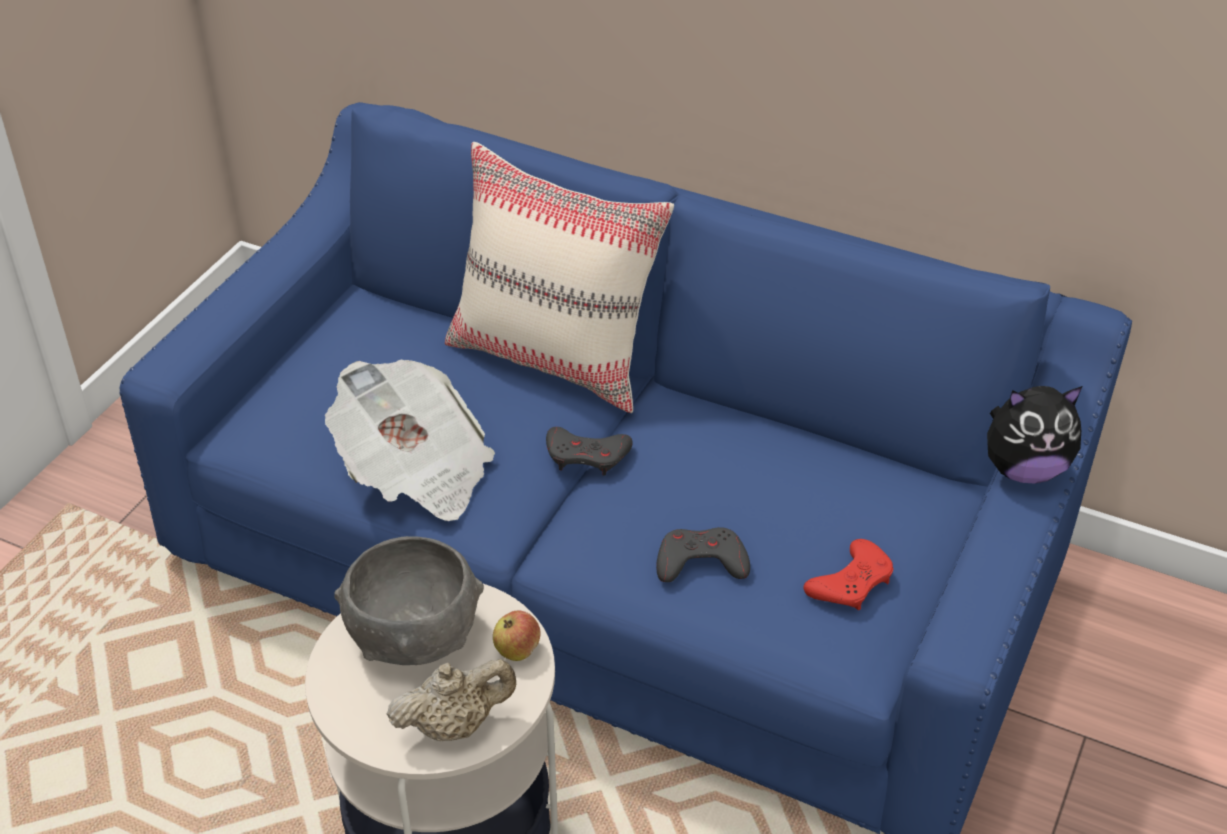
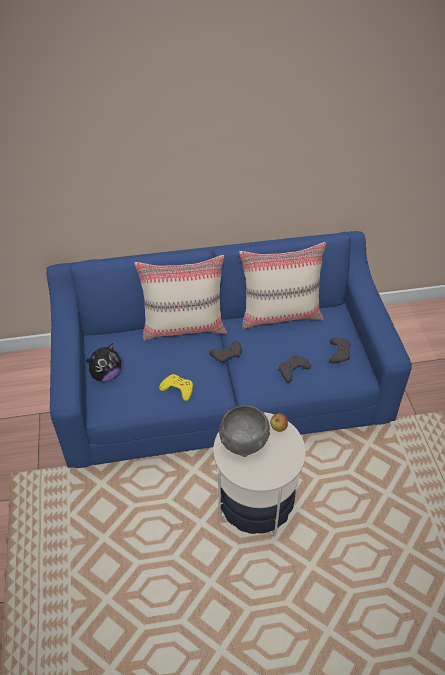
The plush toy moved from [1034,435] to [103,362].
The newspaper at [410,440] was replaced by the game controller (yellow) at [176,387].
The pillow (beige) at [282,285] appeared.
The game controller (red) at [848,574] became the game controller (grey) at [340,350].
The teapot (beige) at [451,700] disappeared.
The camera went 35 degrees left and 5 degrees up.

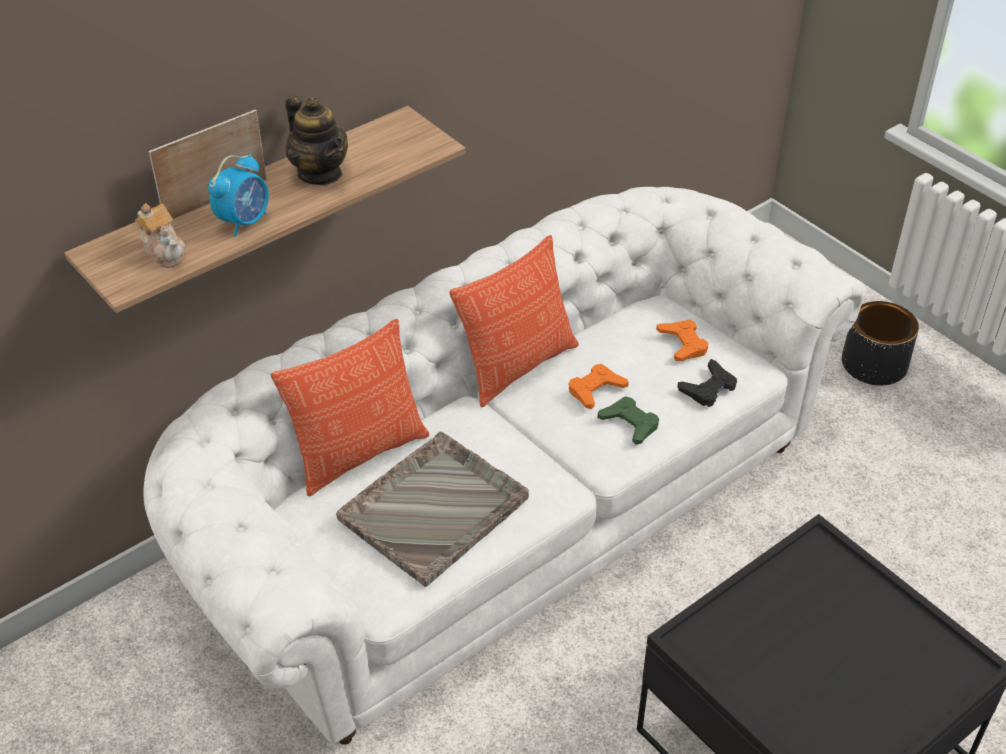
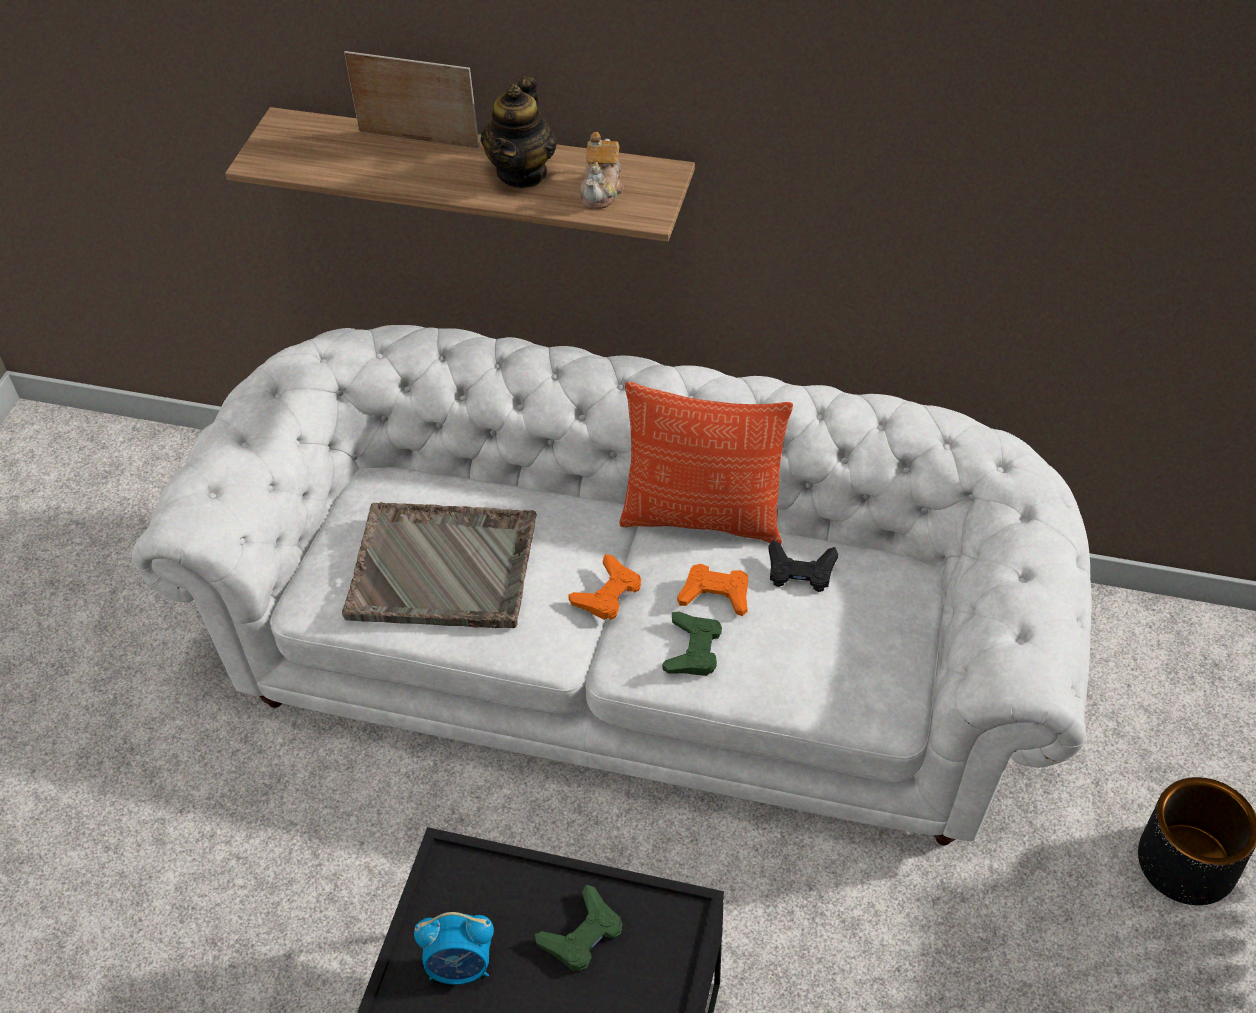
The alarm clock moved from [238,195] to [454,948].
The game controller (green) at [579,928] appeared.
The game controller (orange) moved from [682,341] to [604,587].
The teapot moved from [160,235] to [602,170].
The game controller (black) moved from [707,383] to [803,566].
The pillow (orange) at [350,407] disappeared.
The camera went 55 degrees right and 5 degrees up.

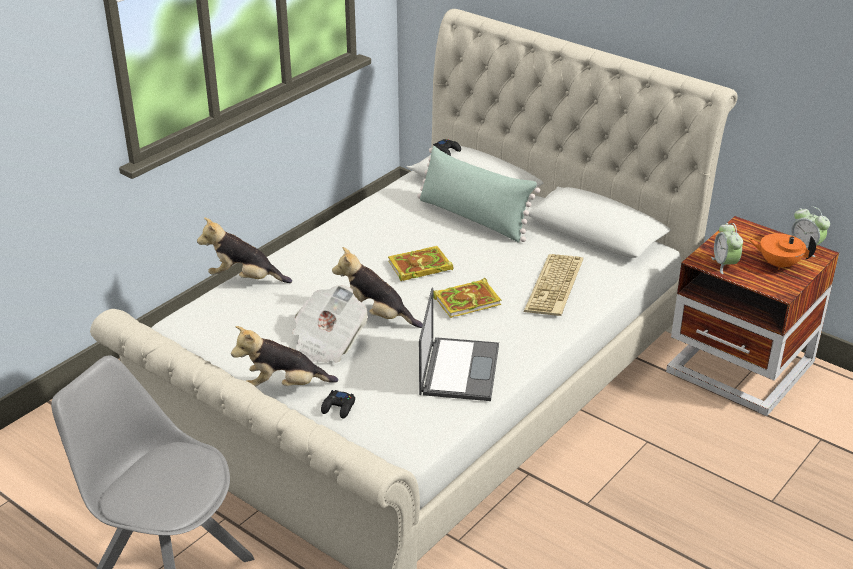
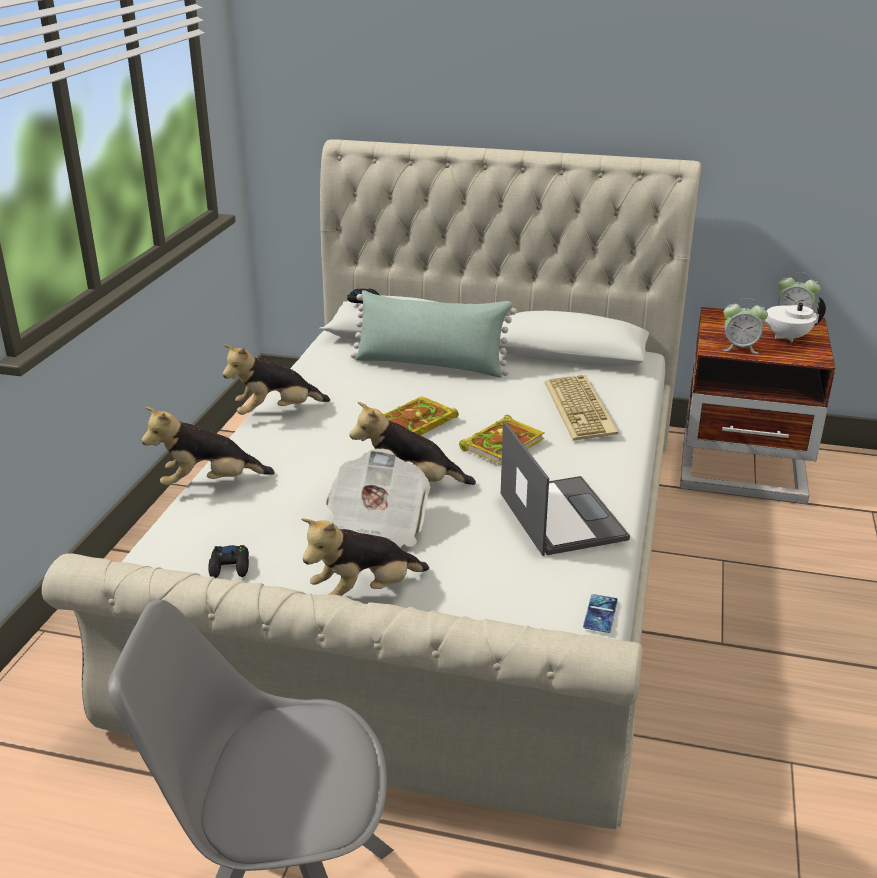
The game controller (black) moved from [338,404] to [228,561].
The plush toy at [276,380] appeared.
The phone at [600,613] appeared.
The alarm clock at [727,248] turned 45 degrees counterclockwise.
The teapot (orange) at [782,251] became the teapot (white) at [793,319].
The camera went 25 degrees left and 5 degrees down.

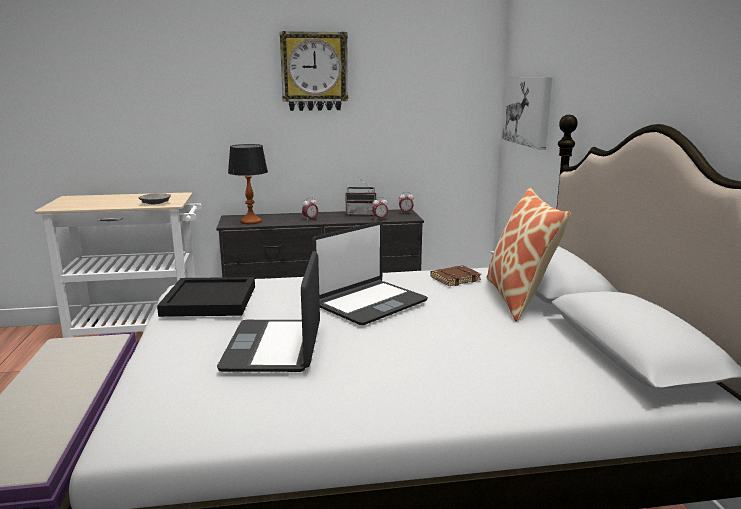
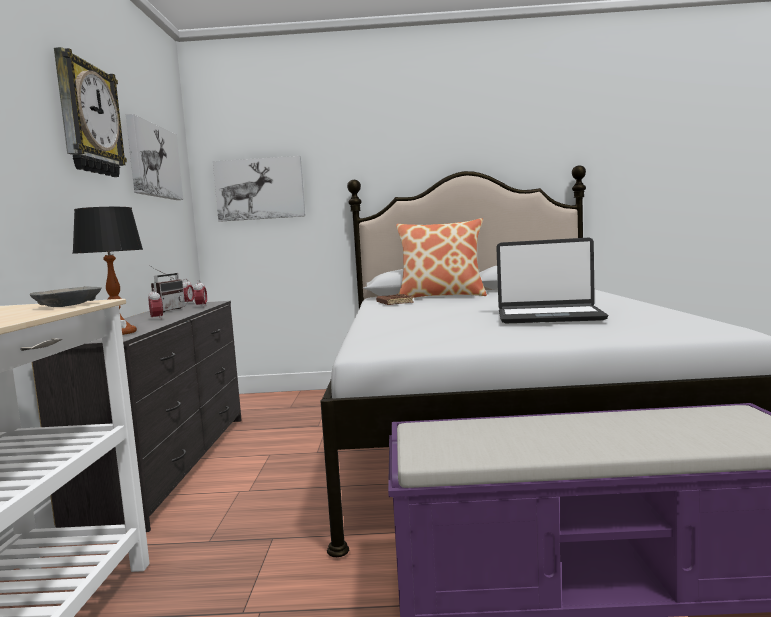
The picture at [154,157] appeared.
The tray (black) at [206,297] disappeared.
The laptop at [370,273] disappeared.
The camera went 80 degrees left and 10 degrees down.

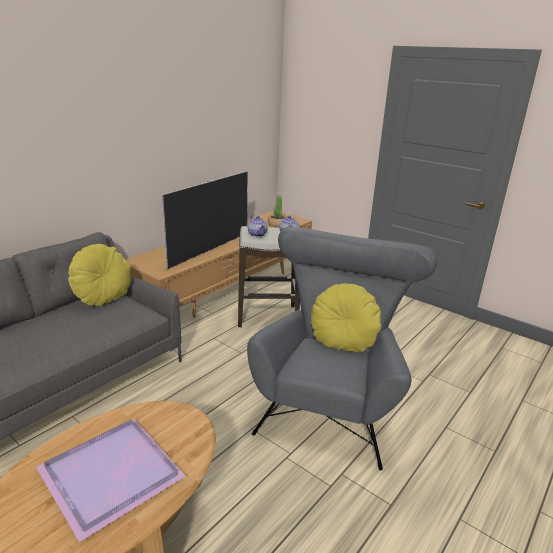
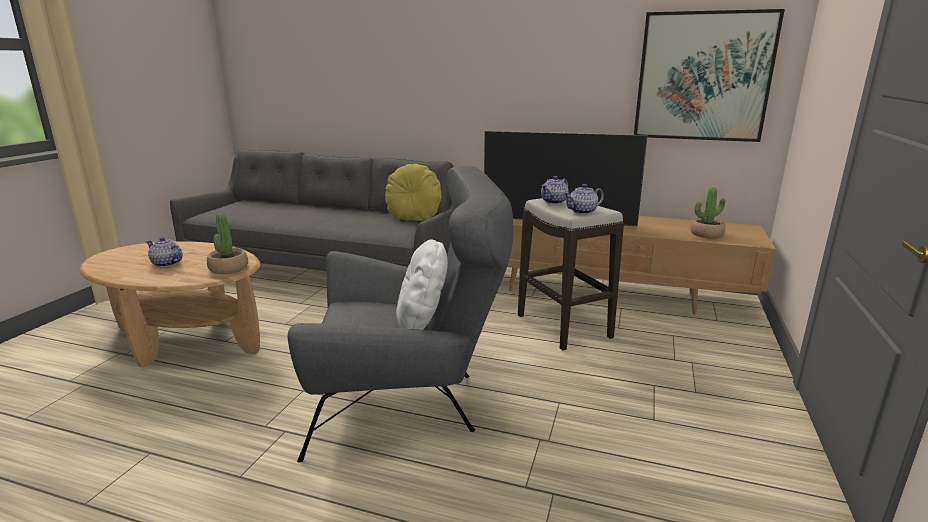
The tray (purple) at [111,480] was replaced by the teapot at [164,252].
The potted plant at [227,243] appeared.
The pillow (yellow) at [346,317] became the pillow (white) at [422,284].
The picture at [709,75] appeared.
The camera went 70 degrees right and 5 degrees down.

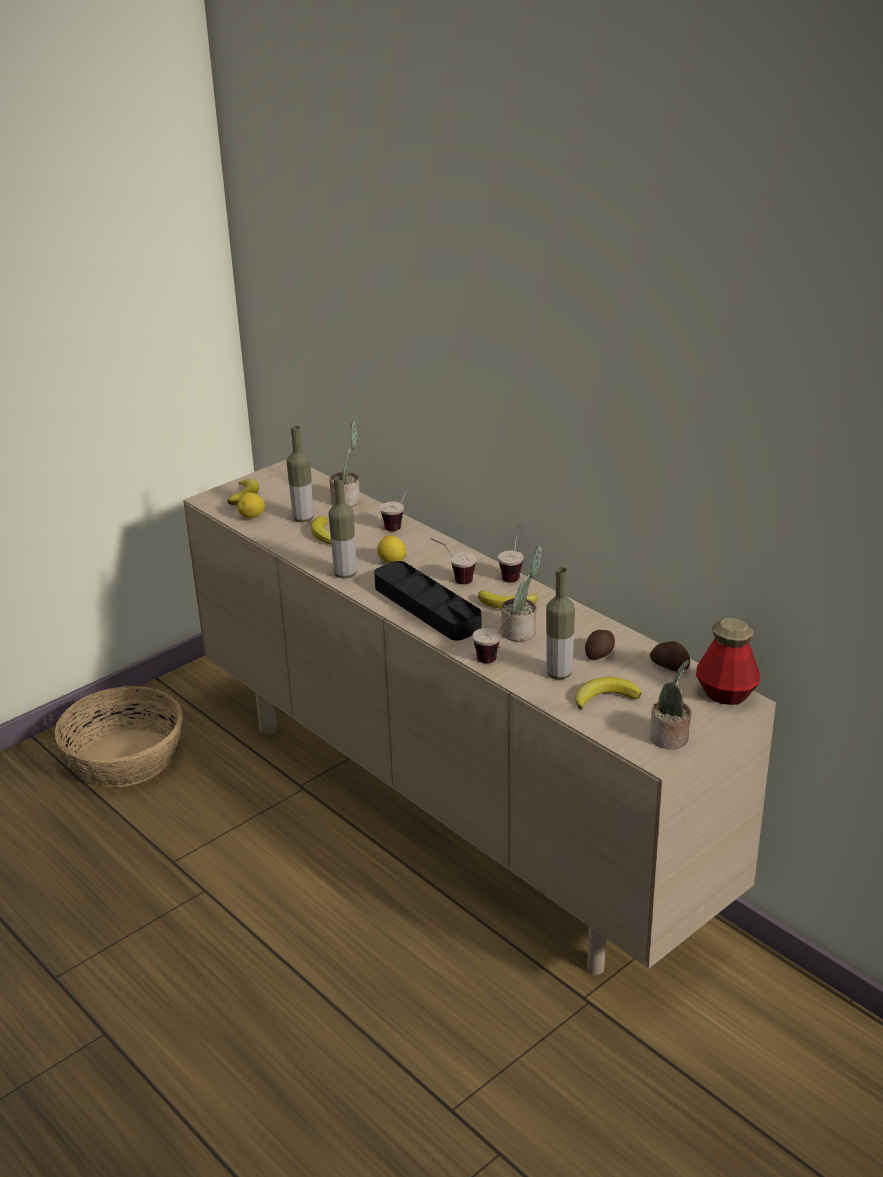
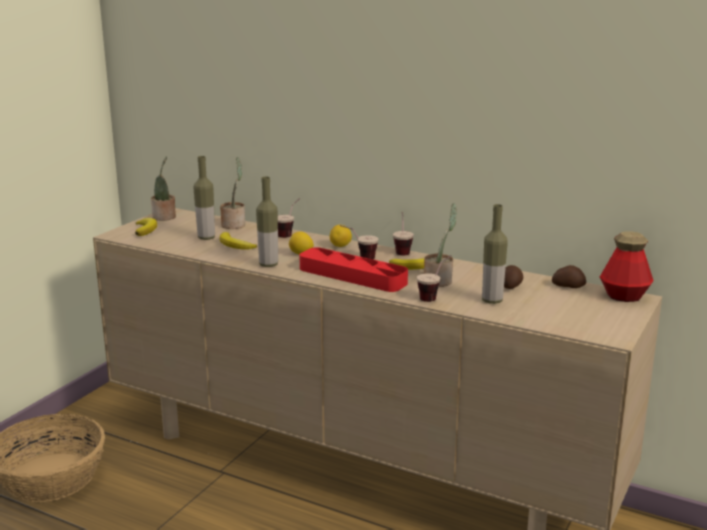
The potted plant moved from [671,704] to [163,189].
The tray (black) at [428,600] became the tray (red) at [353,269].
The lemon moved from [251,505] to [341,236].
The banana at [608,693] disappeared.
The camera went 20 degrees left and 10 degrees down.

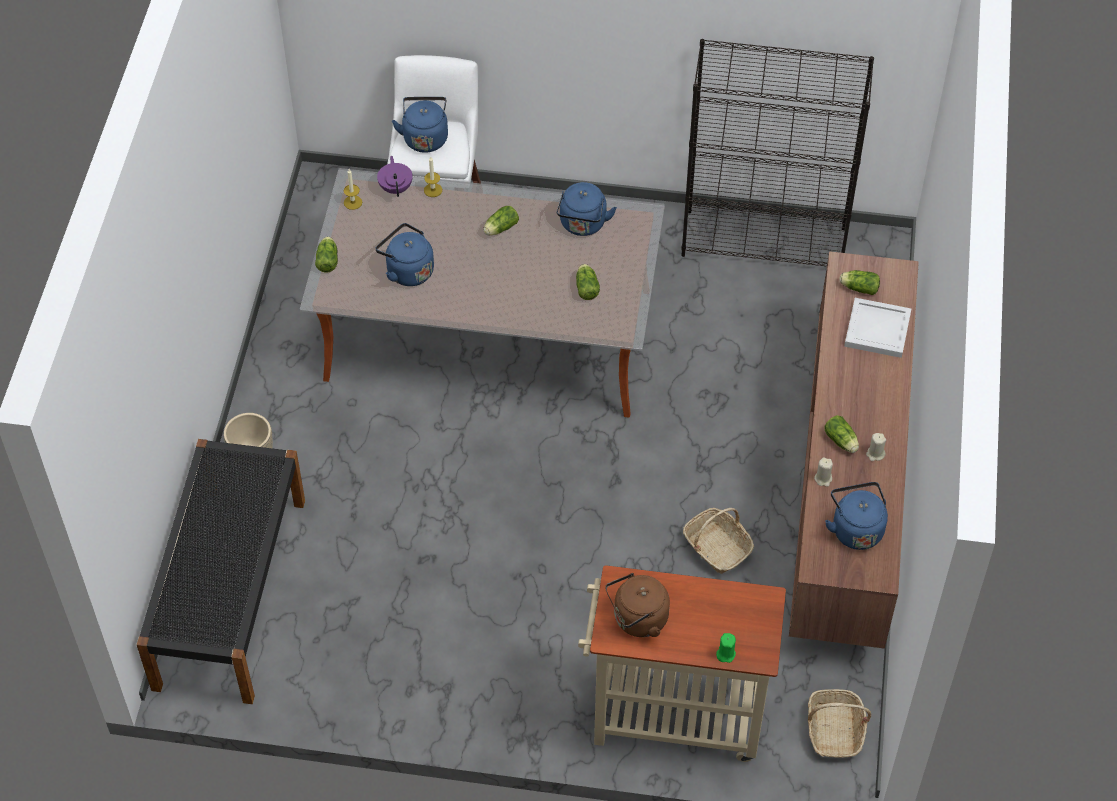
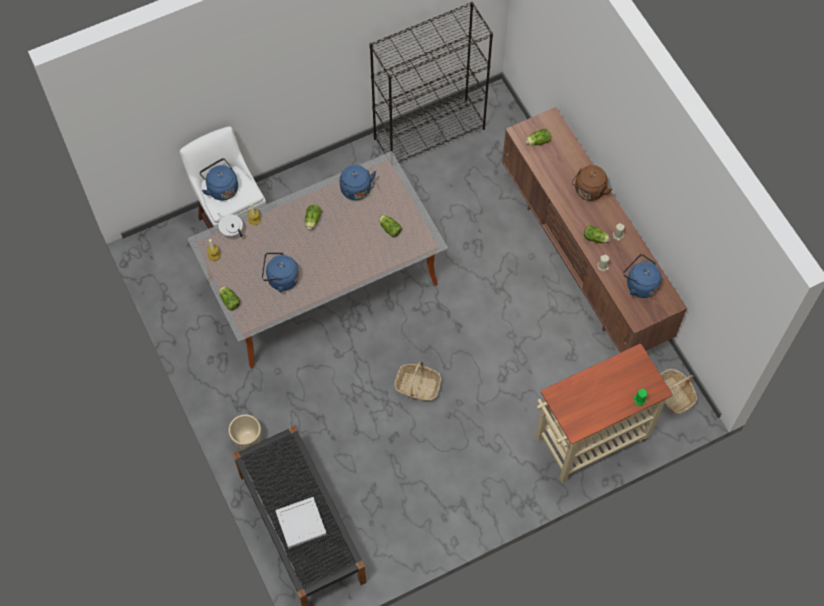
The teapot (purple) at [395,176] became the teapot (white) at [230,225].
The tray (white) moved from [877,328] to [301,523].
The basket moved from [718,541] to [417,381].
The kettle (brown) moved from [637,605] to [592,183].
The camera went 35 degrees left and 10 degrees up.

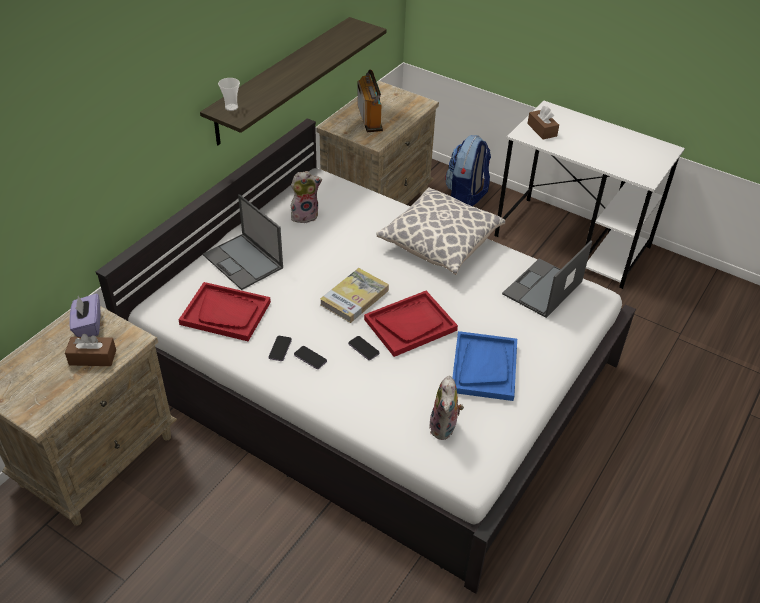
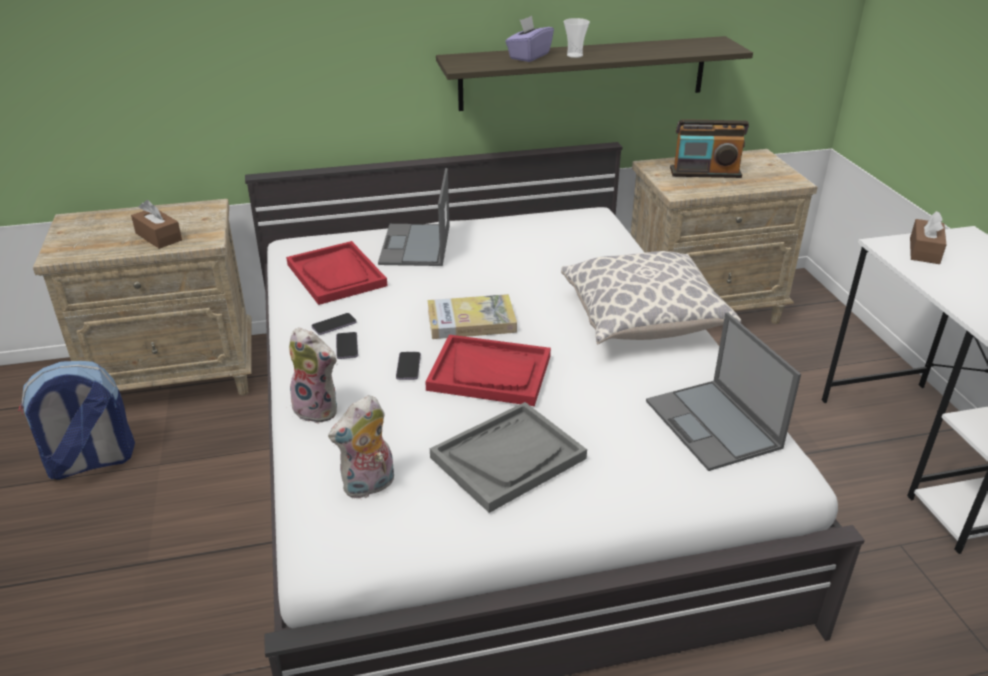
The backpack moved from [468,170] to [76,420].
The plush toy moved from [306,197] to [312,375].
The tray (blue) at [484,366] became the tray (grey) at [508,457].
The tissue box (purple) moved from [85,315] to [529,39].
The cup moved from [229,94] to [577,38].
The laptop at [547,279] turned 105 degrees counterclockwise.
The radio at [370,101] turned 60 degrees clockwise.
The camera went 45 degrees right and 10 degrees down.

